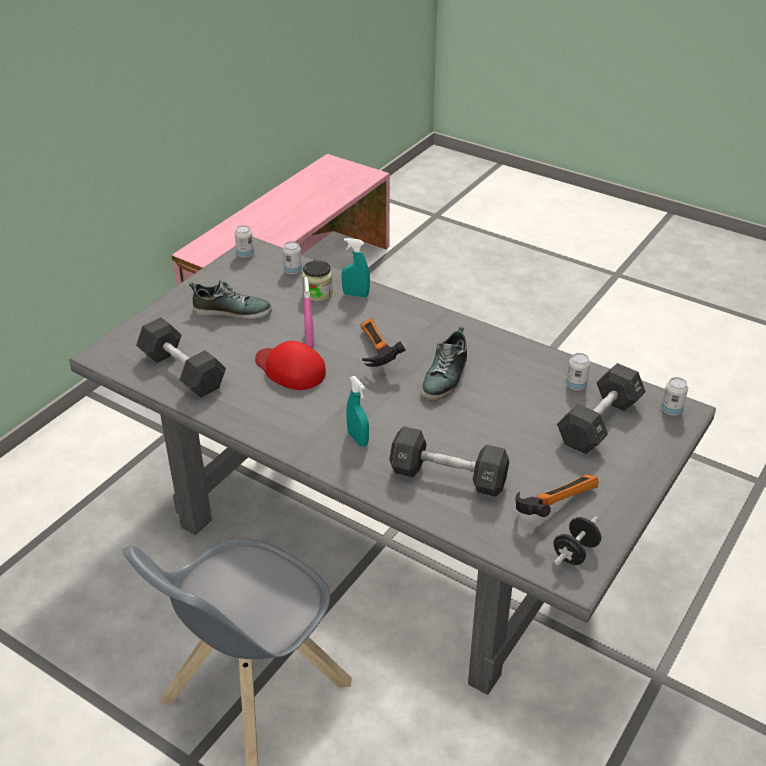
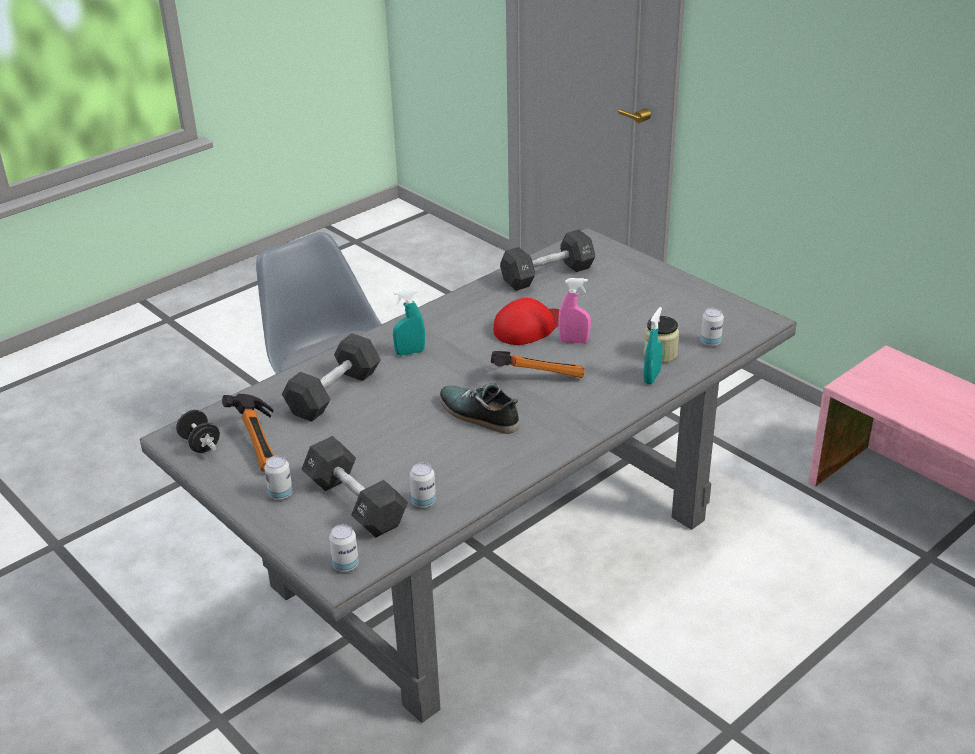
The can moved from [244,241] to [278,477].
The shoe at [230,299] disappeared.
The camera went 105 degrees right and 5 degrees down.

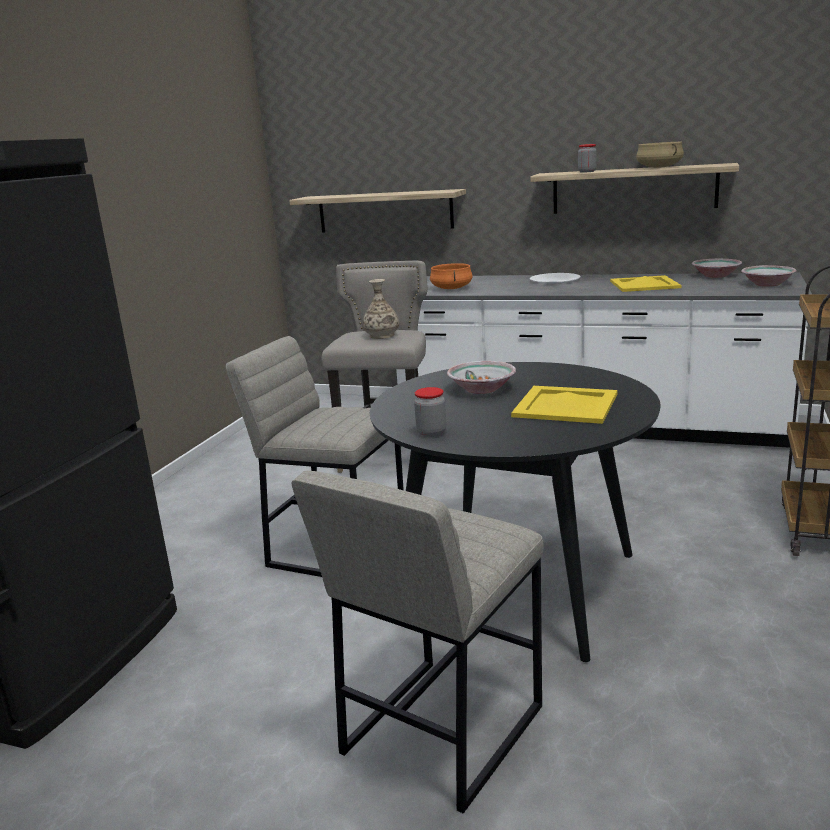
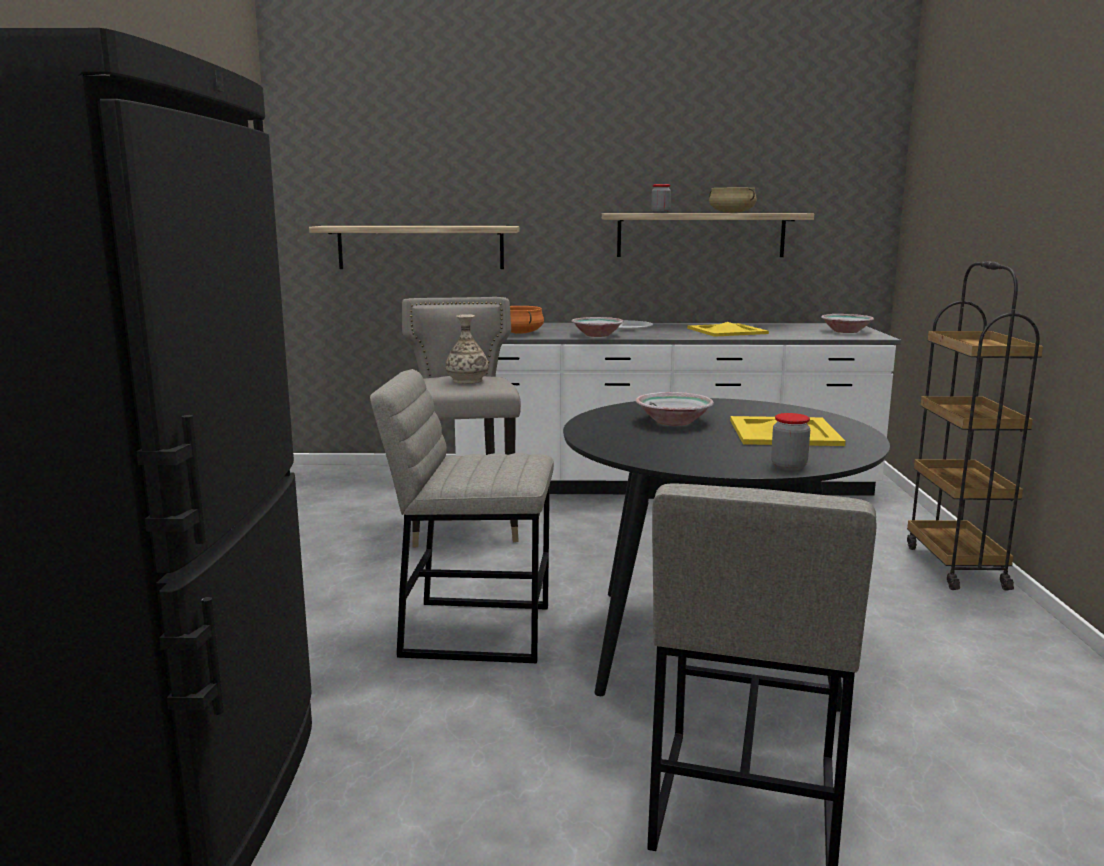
The bowl moved from [717,268] to [598,327].
The jar moved from [430,412] to [790,441].
The camera went 20 degrees left and 5 degrees down.

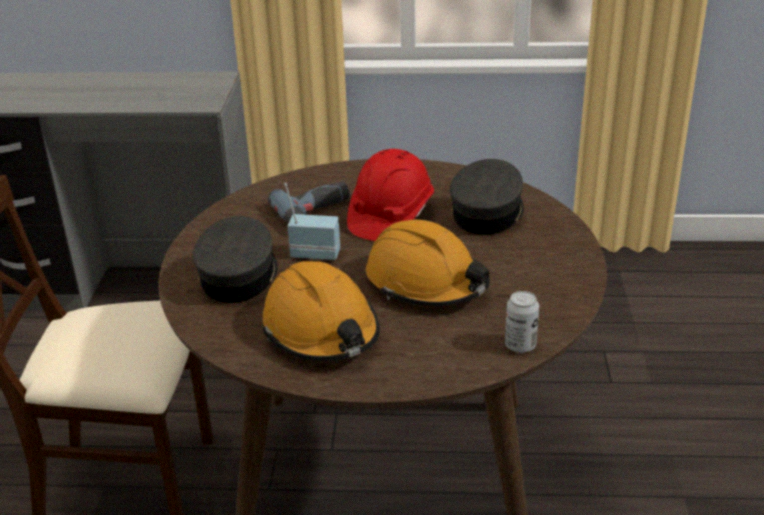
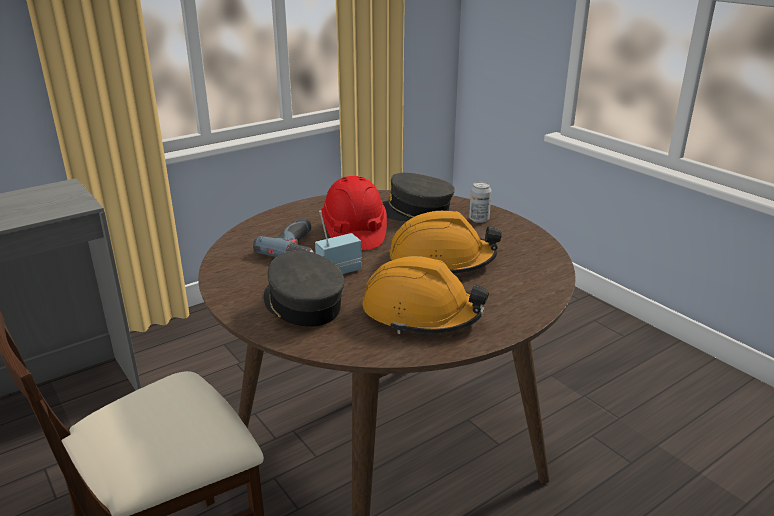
The cap (grey) at [487,197] turned 60 degrees counterclockwise.
The can moved from [522,322] to [480,202].
The camera went 40 degrees left and 5 degrees down.

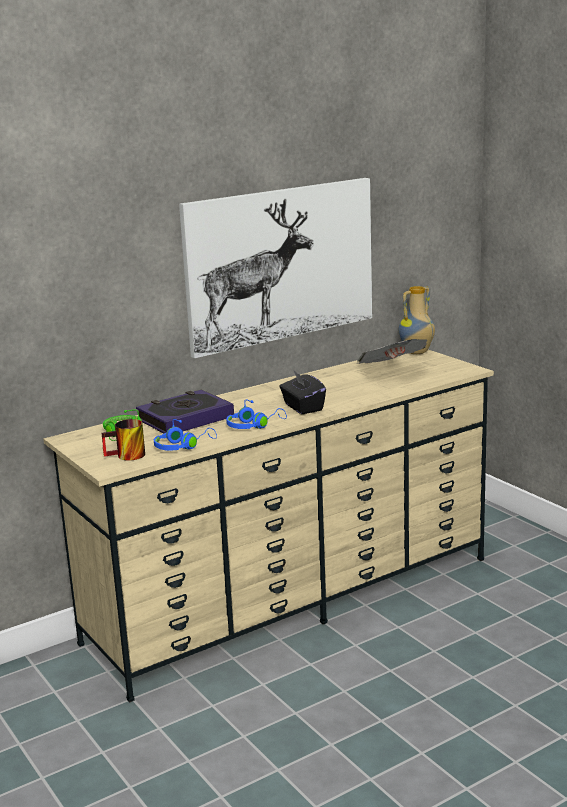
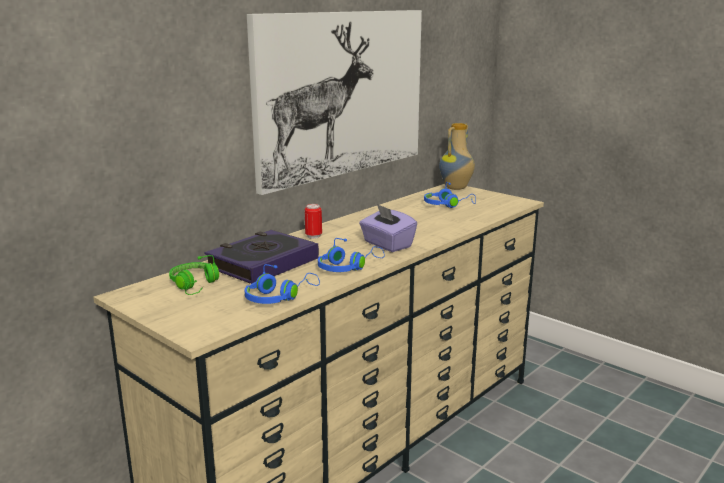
The can at [313,221] appeared.
The tissue box (black) at [303,392] became the tissue box (purple) at [388,228].
The newspaper at [393,351] was replaced by the headphones (blue) at [450,195].
The mug at [123,440] disappeared.
The camera went 15 degrees left and 0 degrees up.

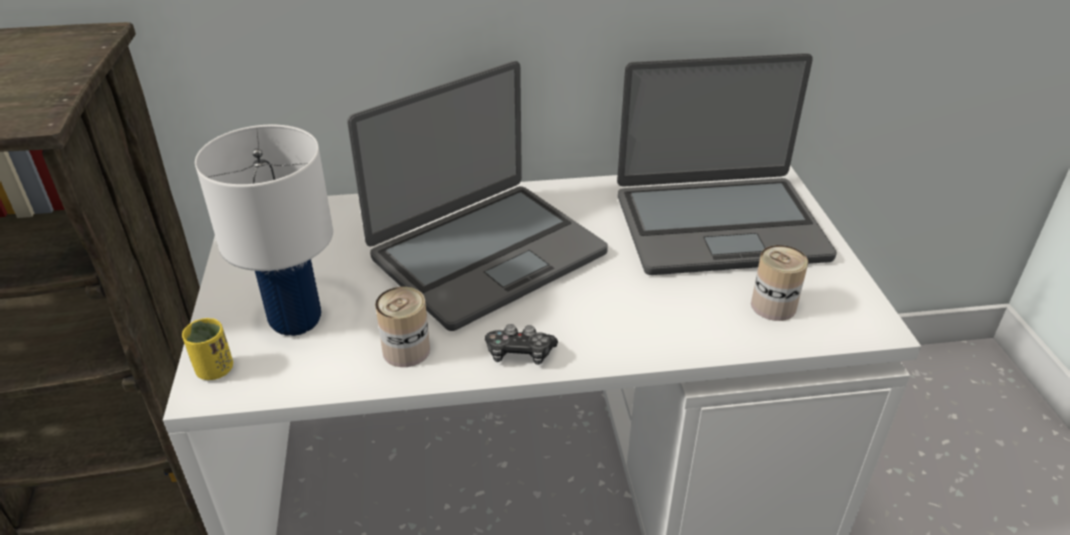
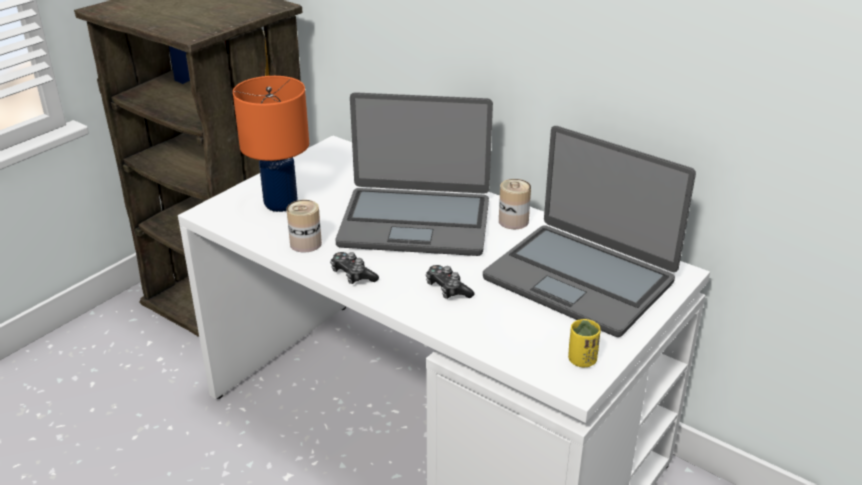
The table lamp (white) at [264,230] became the table lamp (orange) at [271,144].
The game controller at [450,282] appeared.
The can moved from [779,283] to [515,204].
The cup (yellow) moved from [207,349] to [584,343].
The camera went 45 degrees right and 5 degrees down.

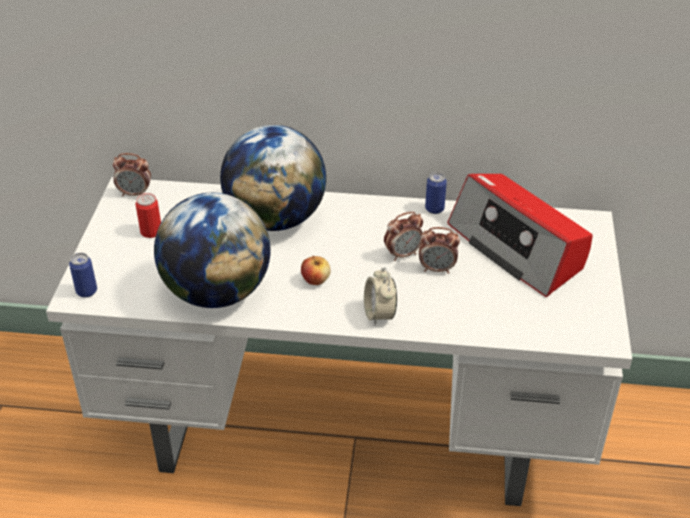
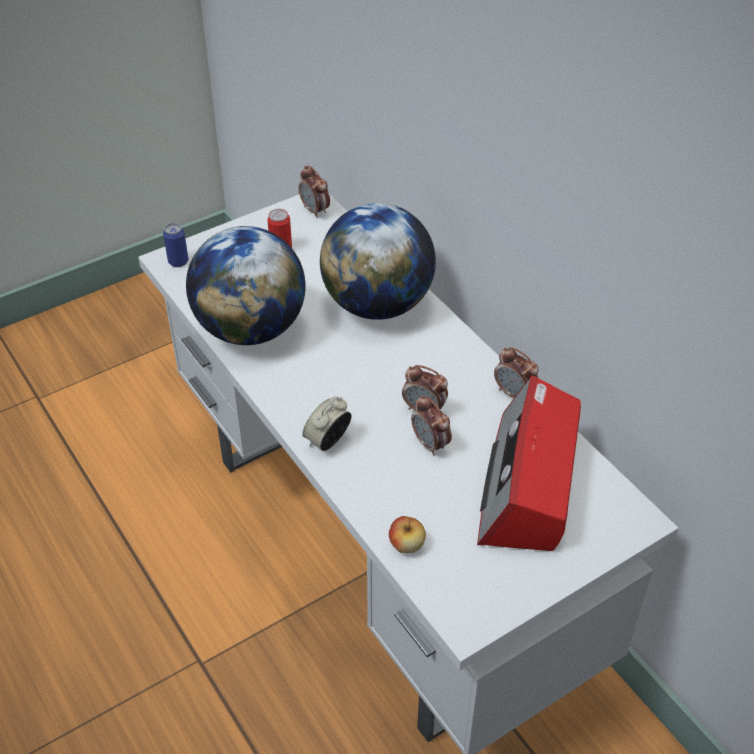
The apple moved from [316,270] to [407,534].
The can at [436,193] was replaced by the alarm clock at [516,372].
The camera went 50 degrees right and 5 degrees up.

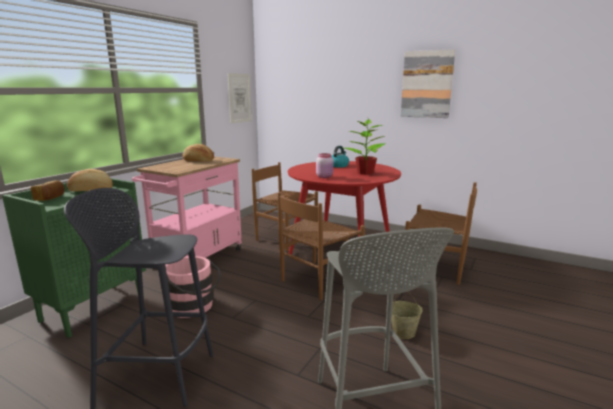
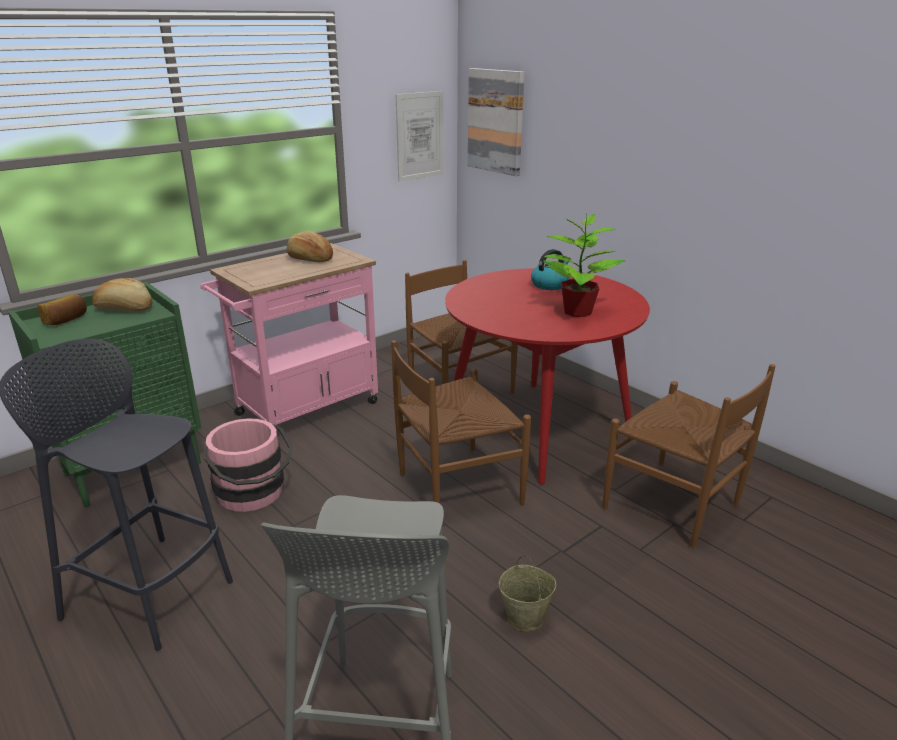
The picture moved from [427,83] to [496,122].
The jar (pink) at [324,165] disappeared.
The camera went 20 degrees right and 10 degrees up.

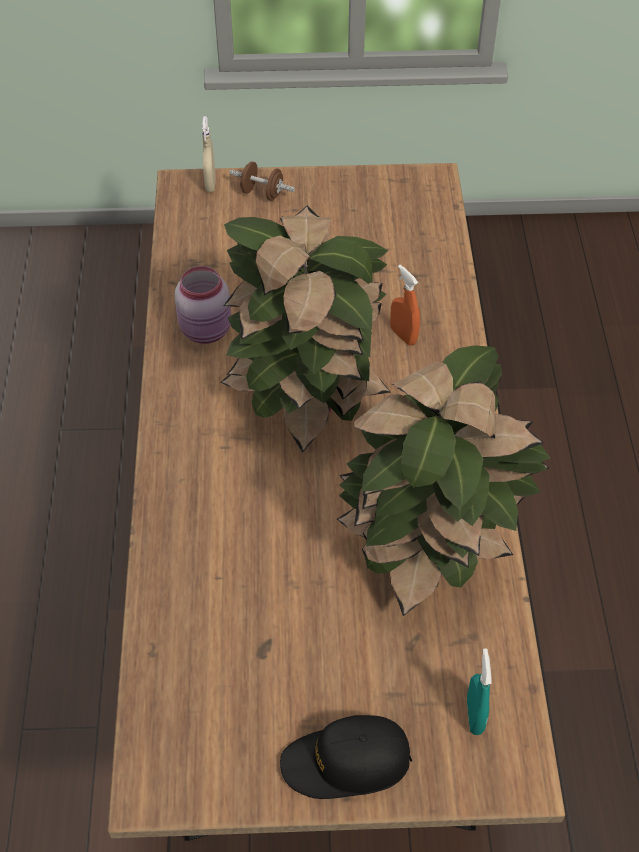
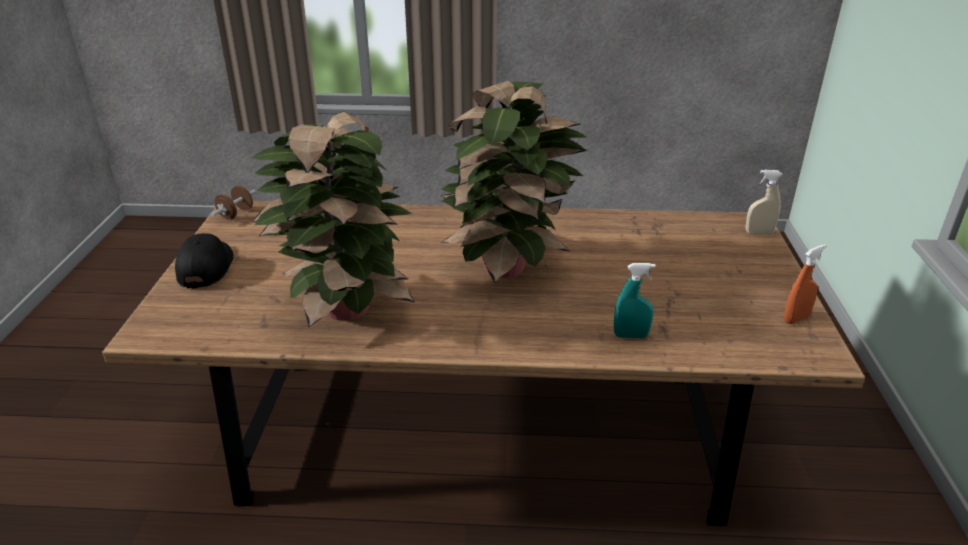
The dumbbell (brown) moved from [262,181] to [233,202].
The spray bottle (turquoise) moved from [479,691] to [634,300].
The spray bottle (orange) moved from [405,305] to [805,284].
The jar (pink) at [203,305] disappeared.
The camera went 95 degrees right and 20 degrees down.

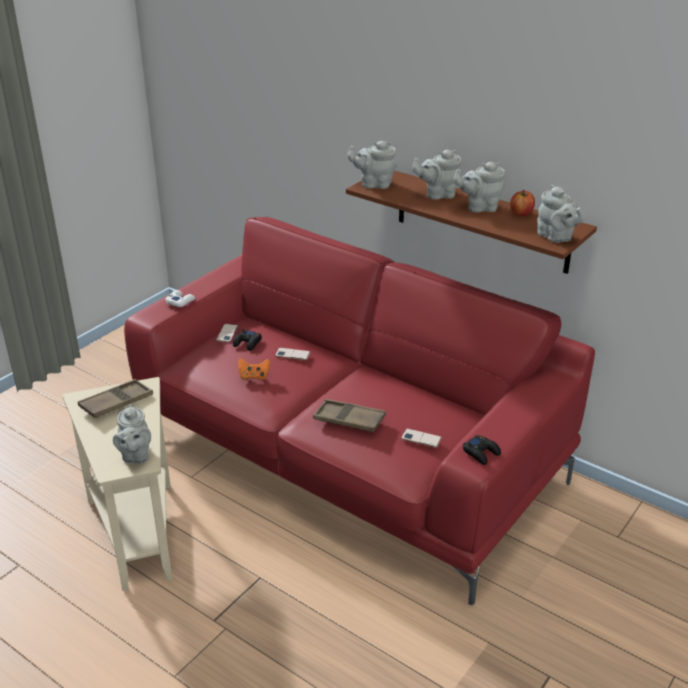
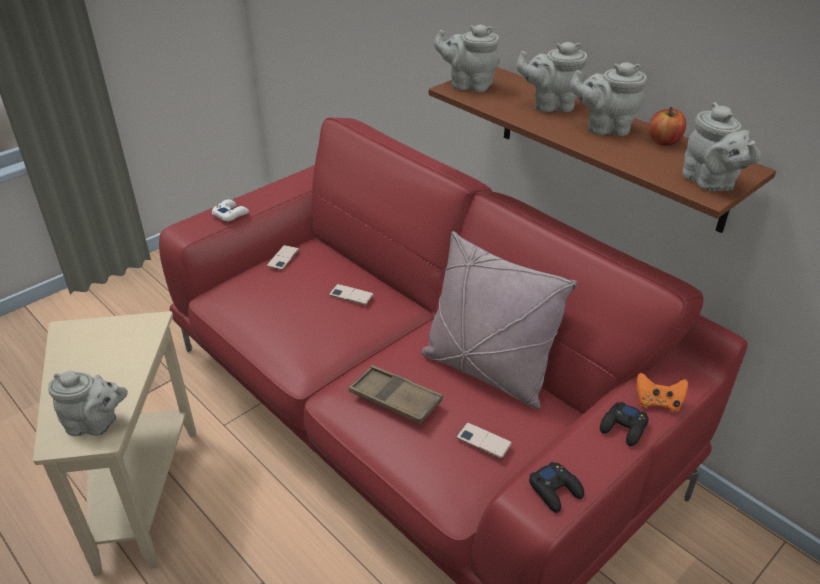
The teapot (grey) at [132,433] turned 90 degrees counterclockwise.
The pillow (purple) at [499,320] appeared.
The game controller (black) moved from [247,340] to [624,424].
The game controller (orange) moved from [254,369] to [662,392].
The tray (brown) at [115,398] disappeared.
The camera went 10 degrees right and 5 degrees up.

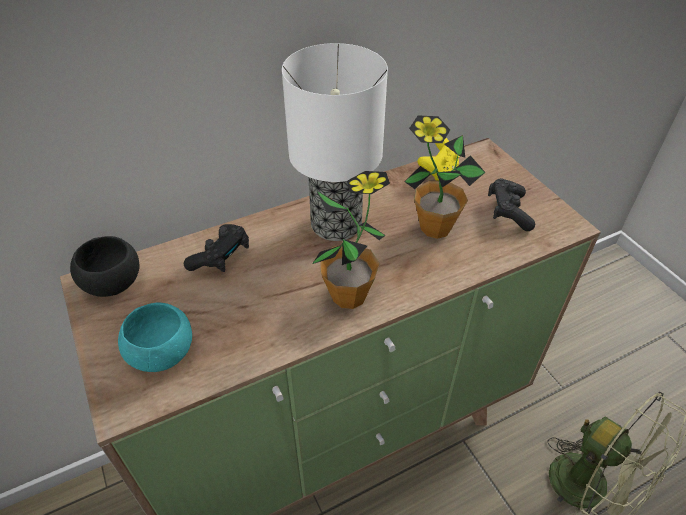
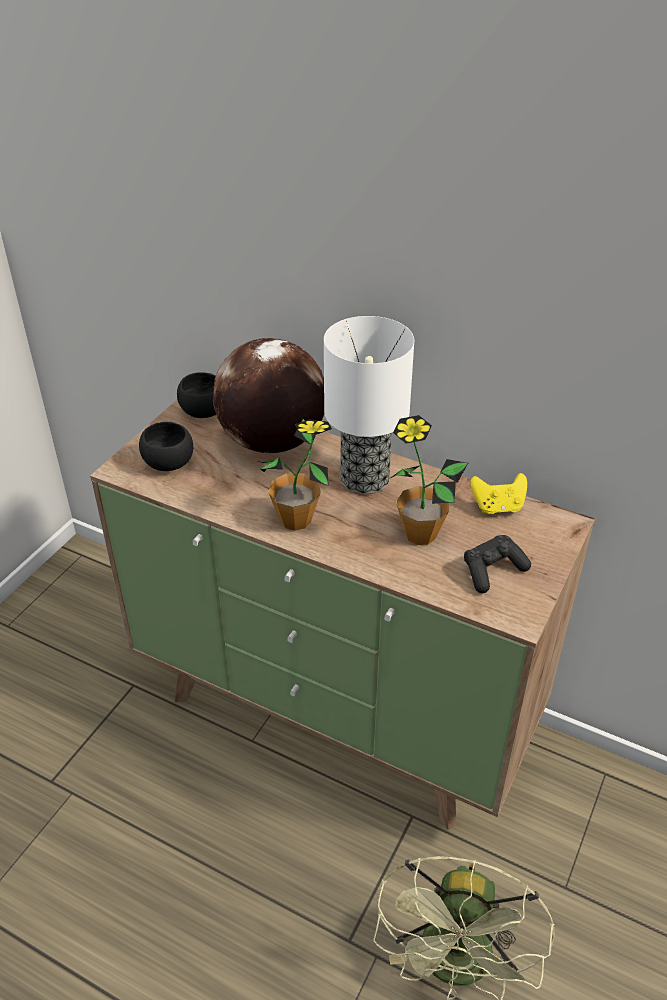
The bowl (turquoise) at [155,337] became the bowl (black) at [166,446].
The game controller (black) at [216,248] was replaced by the globe at [268,395].
The camera went 55 degrees right and 5 degrees down.

